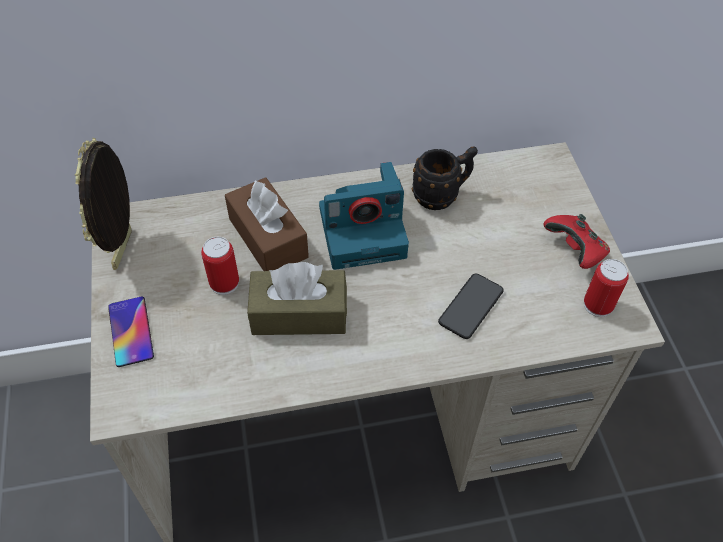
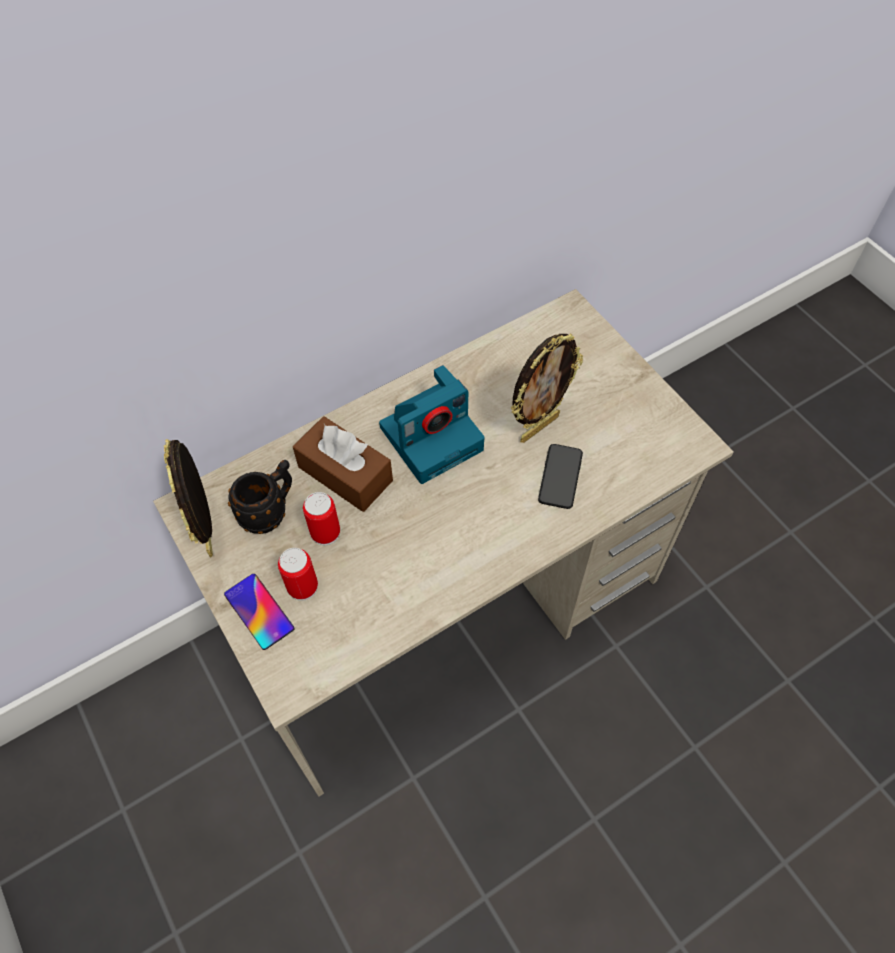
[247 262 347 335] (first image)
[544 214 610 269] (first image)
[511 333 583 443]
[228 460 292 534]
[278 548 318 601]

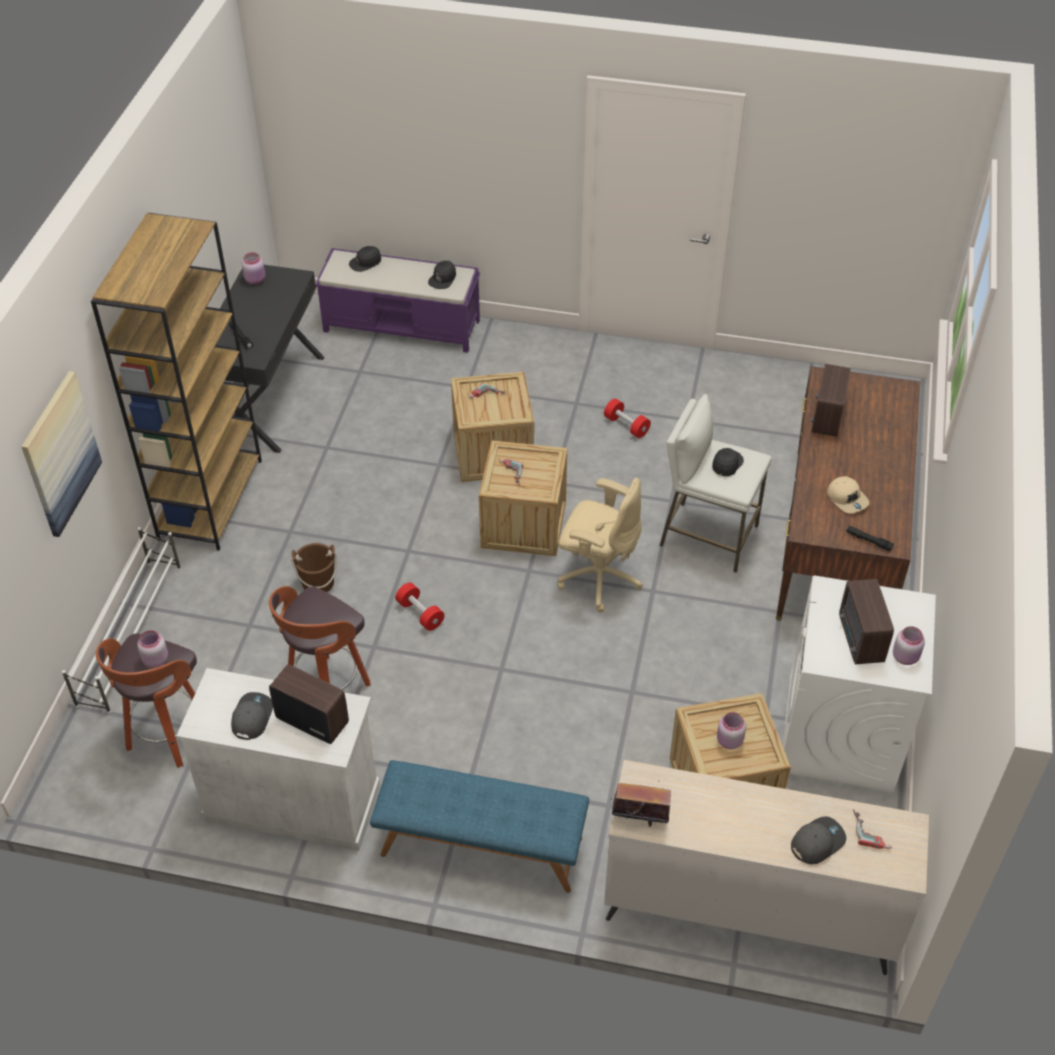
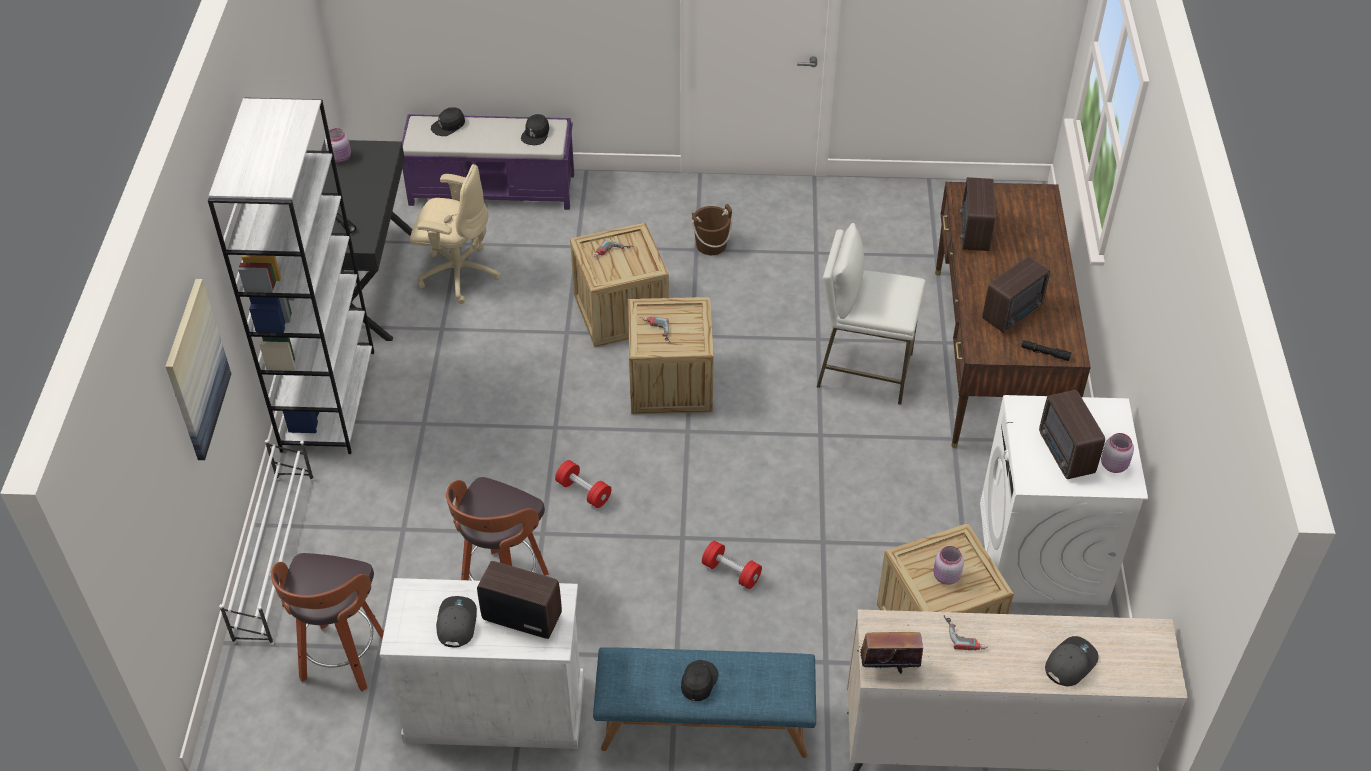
[137 630 168 668] (first image)
[692 204 732 255]
[410 164 500 304]
[702 540 762 589]
[681 660 719 701]
[944 615 988 651]
[982 256 1050 333]
[208 98 374 454]

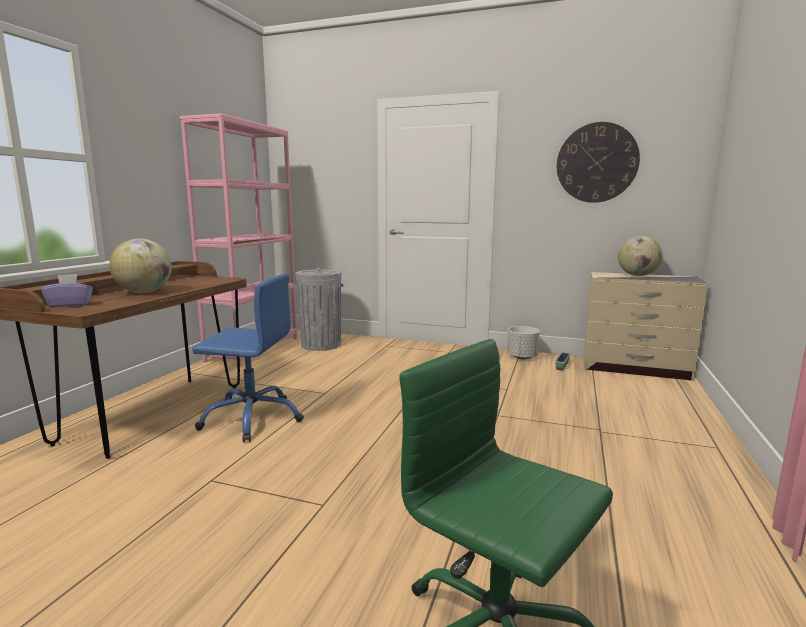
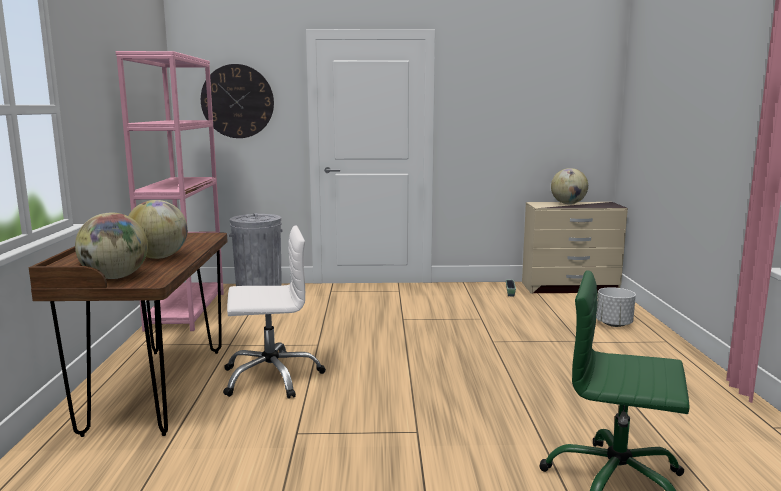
[596 287 636 327]
[201 64 274 138]
[75 212 148 279]
[223 225 326 399]

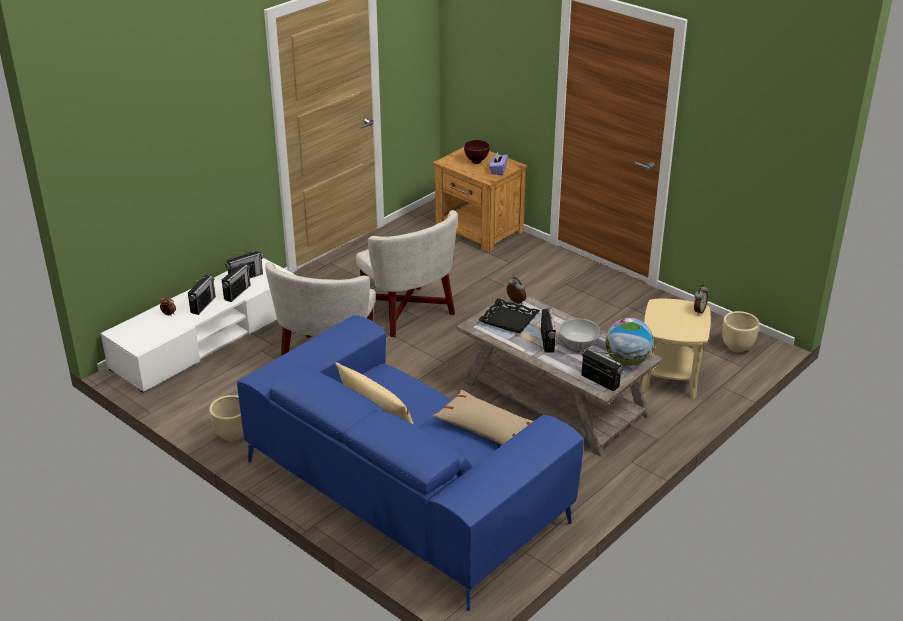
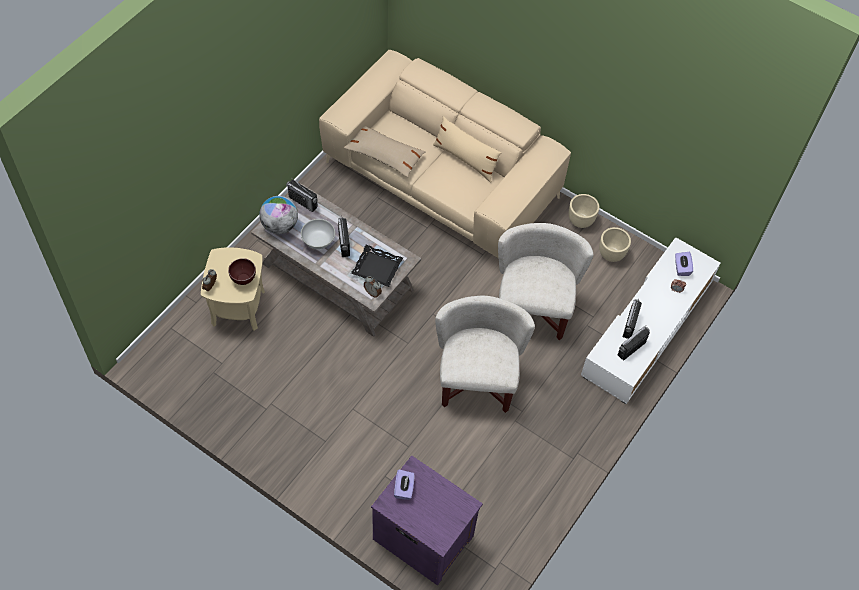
[188 275 216 315] (first image)
[675 252 693 276]
[228 258 256 285]
[599 227 631 262]
[319 50 571 257]
[371 455 483 586]
[435 296 535 413]

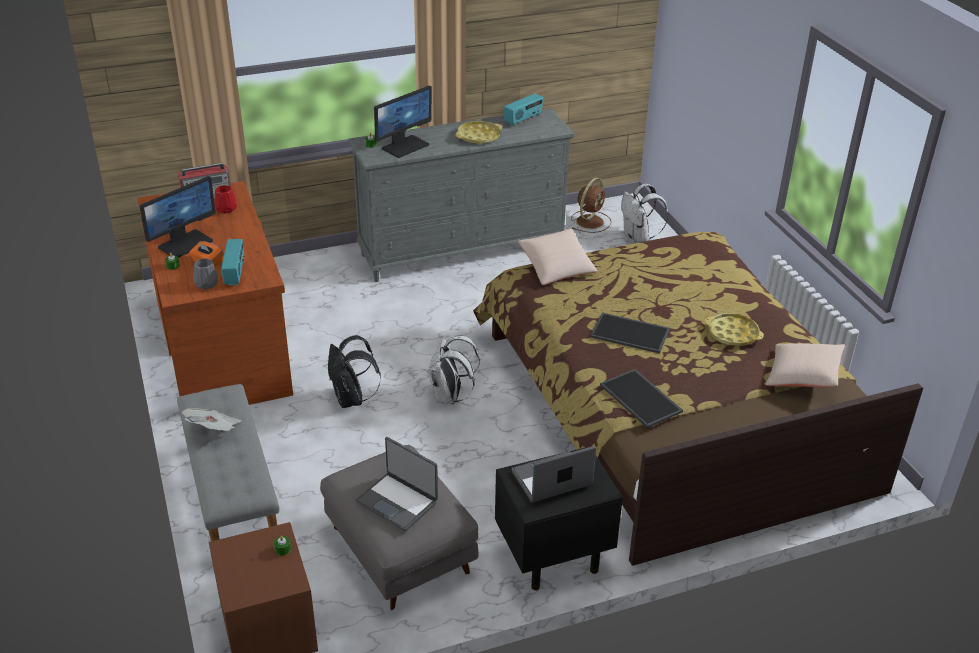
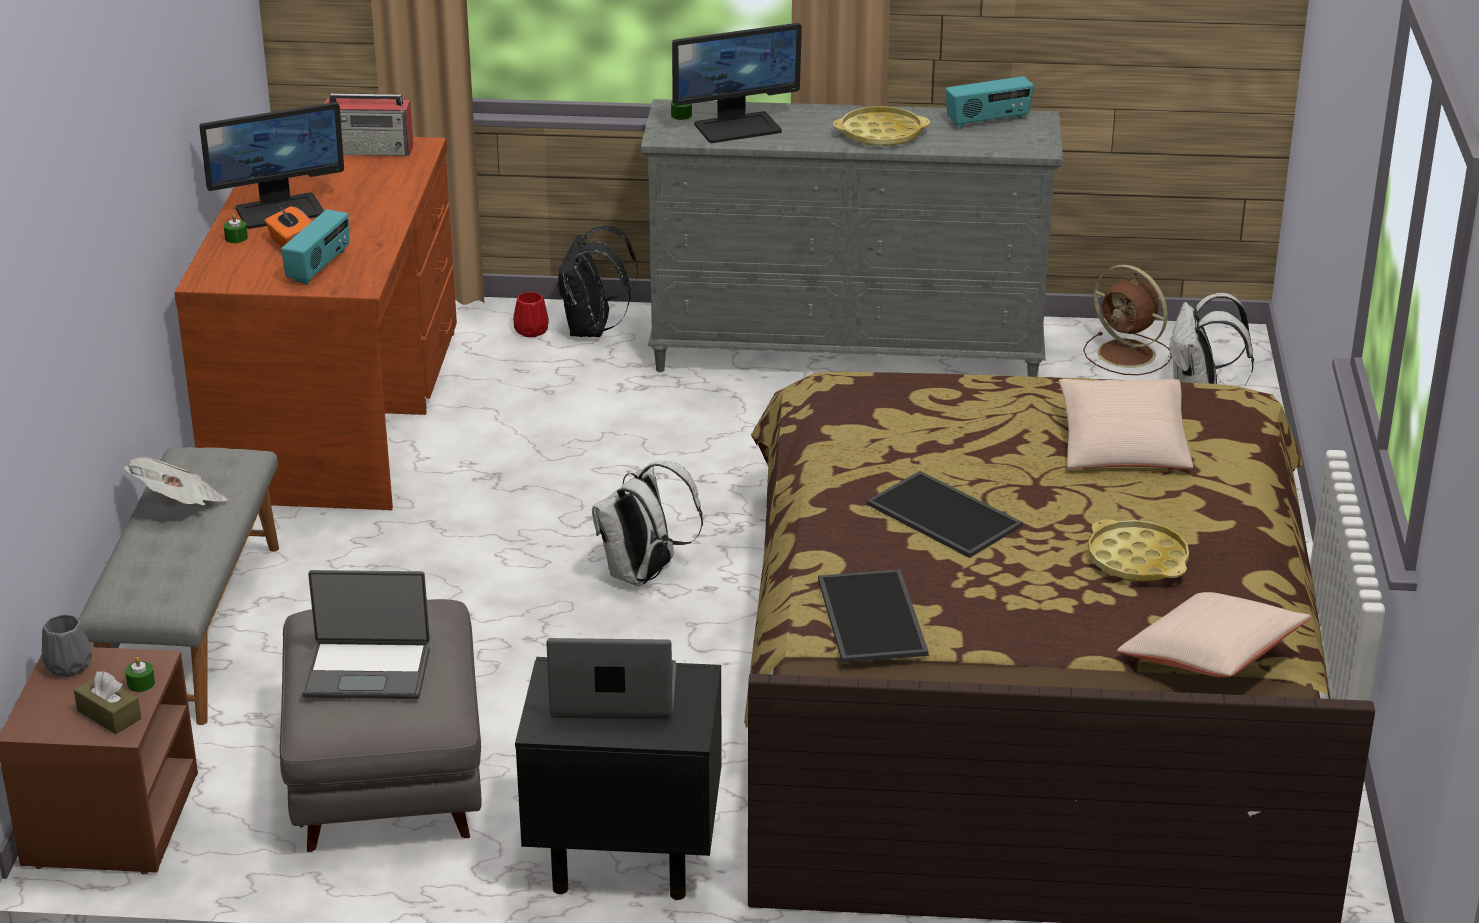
[74 671 141 734]
[42 615 92 677]
[513 292 549 337]
[558 226 638 337]
[1059 379 1193 469]
[302 570 430 699]
[1083 265 1172 375]

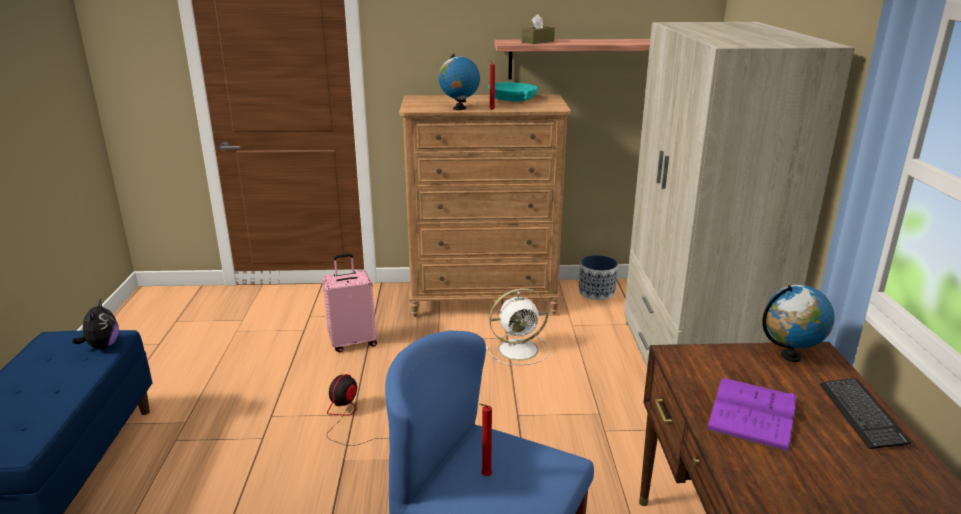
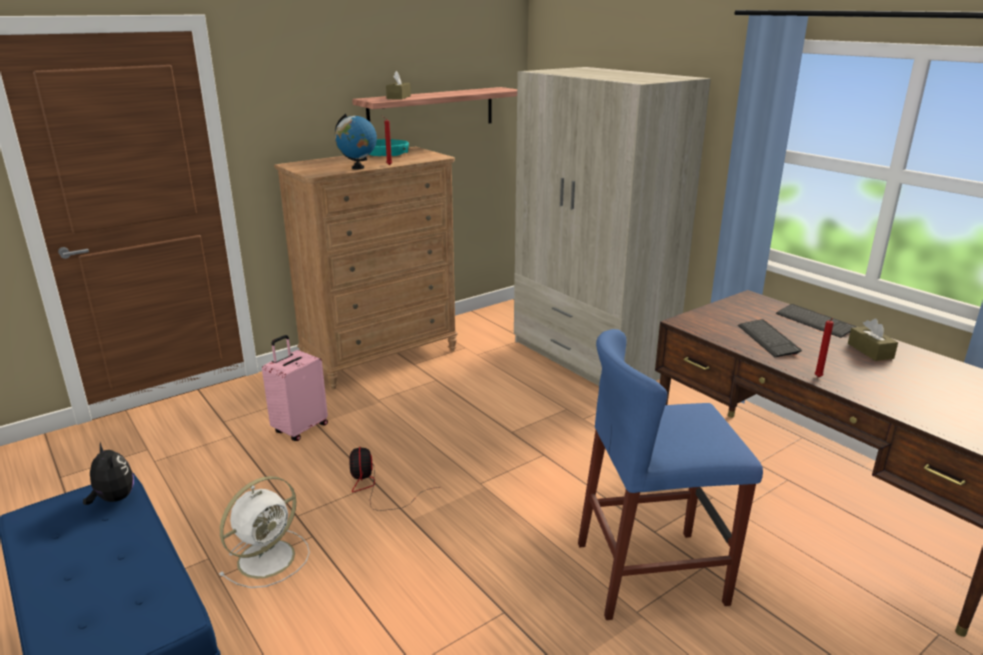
[579 255 618 300] (first image)
[762 285 835 362] (first image)
[848 319 898 361]
[814 318 834 377]
[219 476 310 588]
[738 319 802 357]

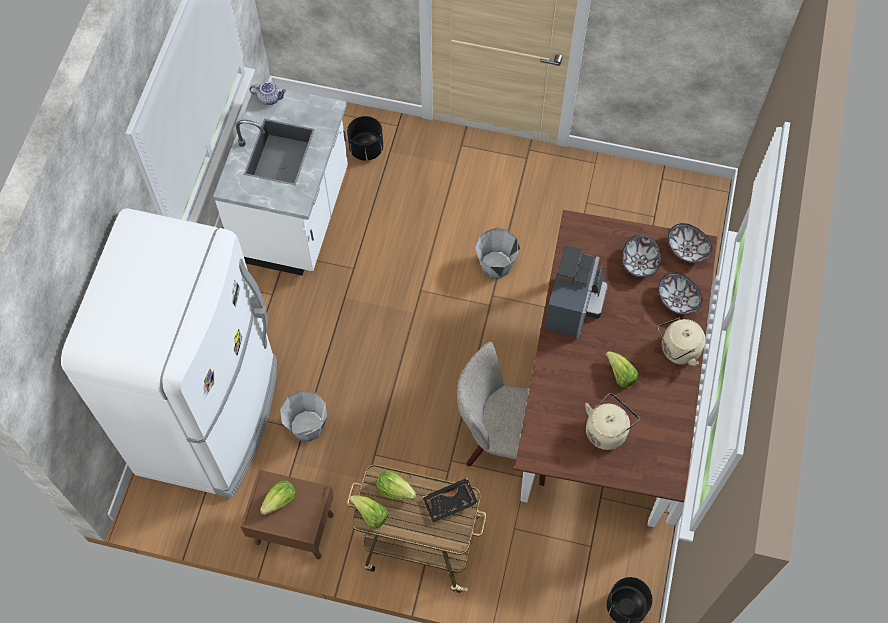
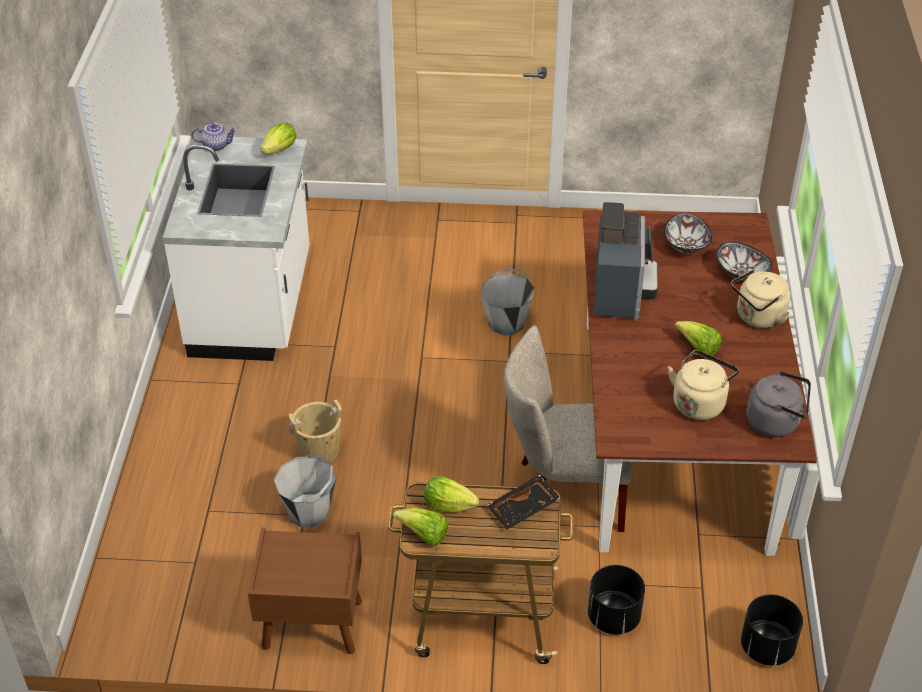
[61 208 277 498] (first image)
[668 223 713 263] (first image)
[289 400 342 463]
[746 371 811 437]
[261 122 297 155]
[588 565 645 635]

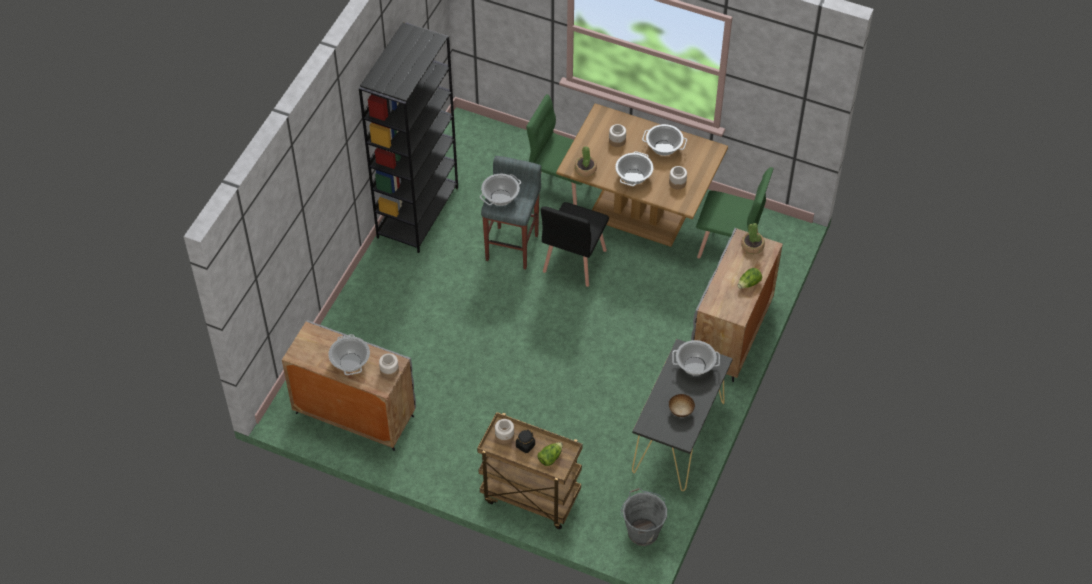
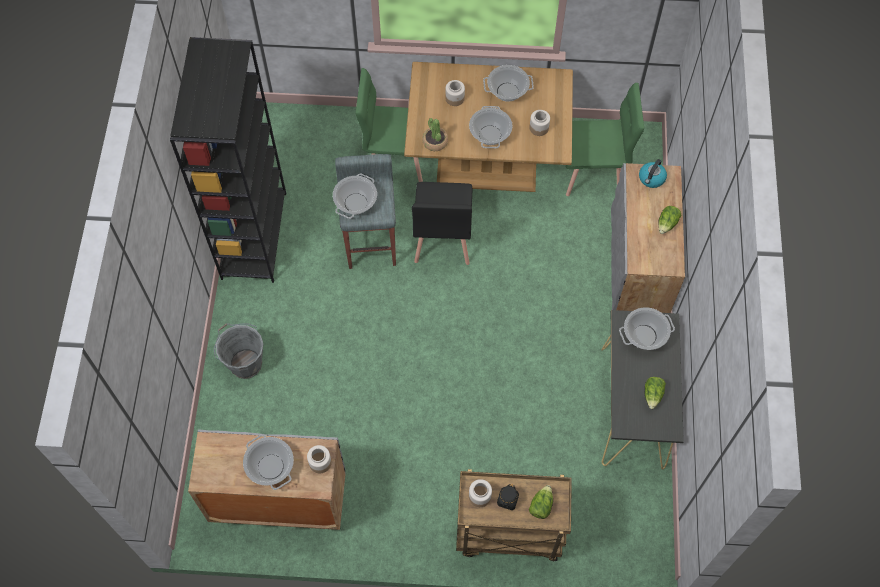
[214 323 264 379]
[645 377 666 409]
[639 159 667 188]

